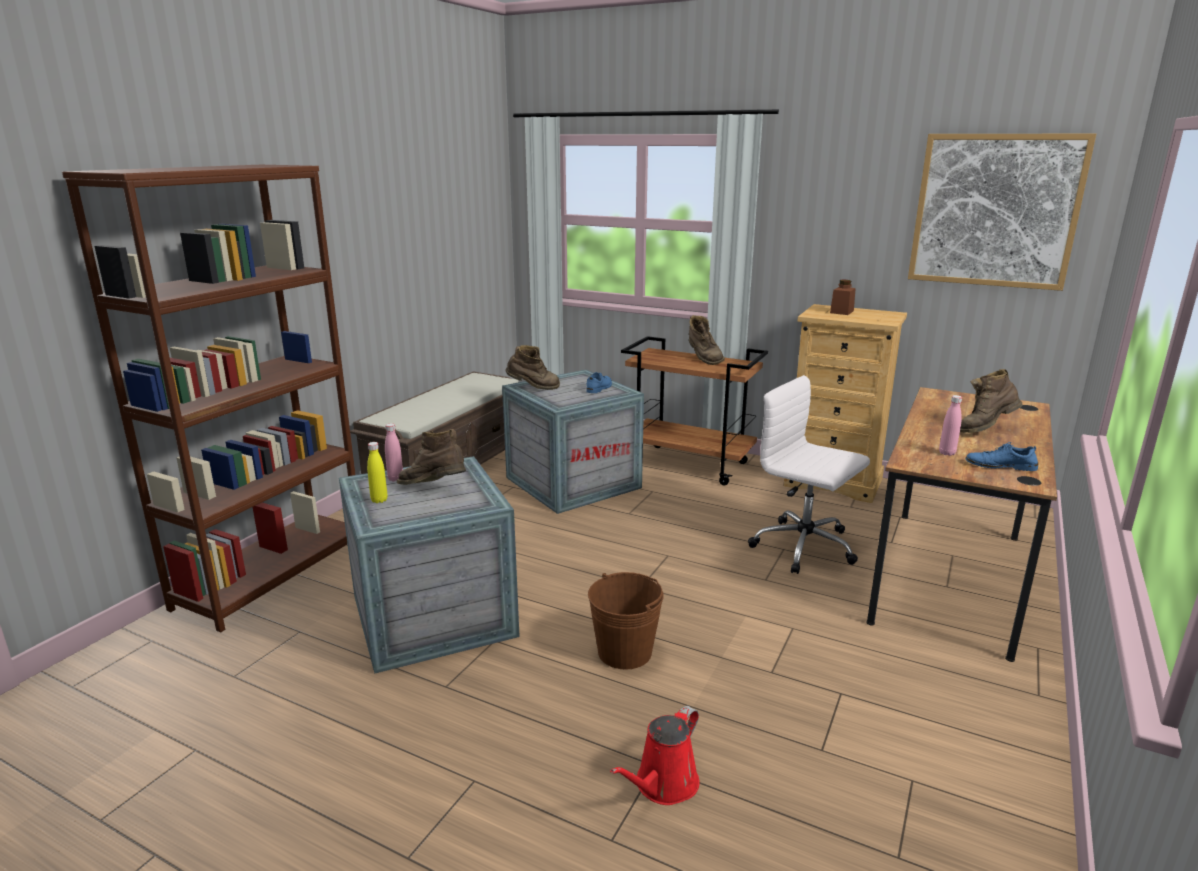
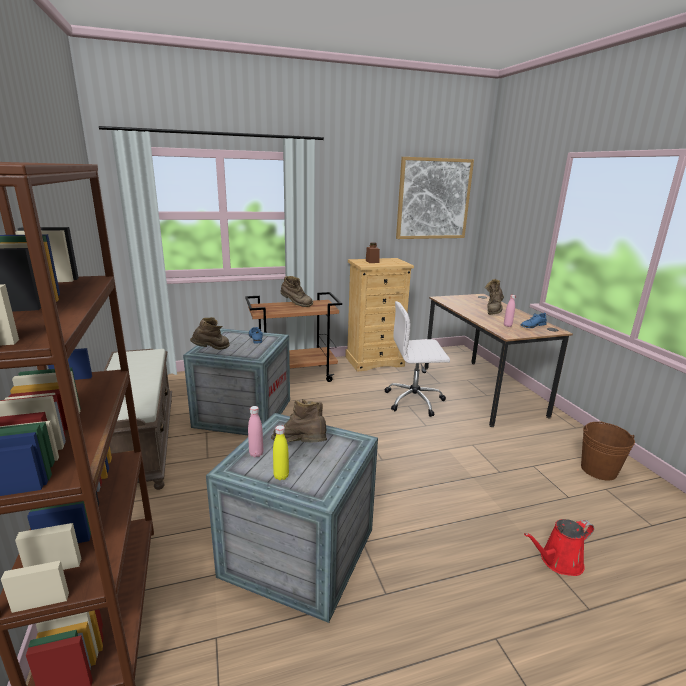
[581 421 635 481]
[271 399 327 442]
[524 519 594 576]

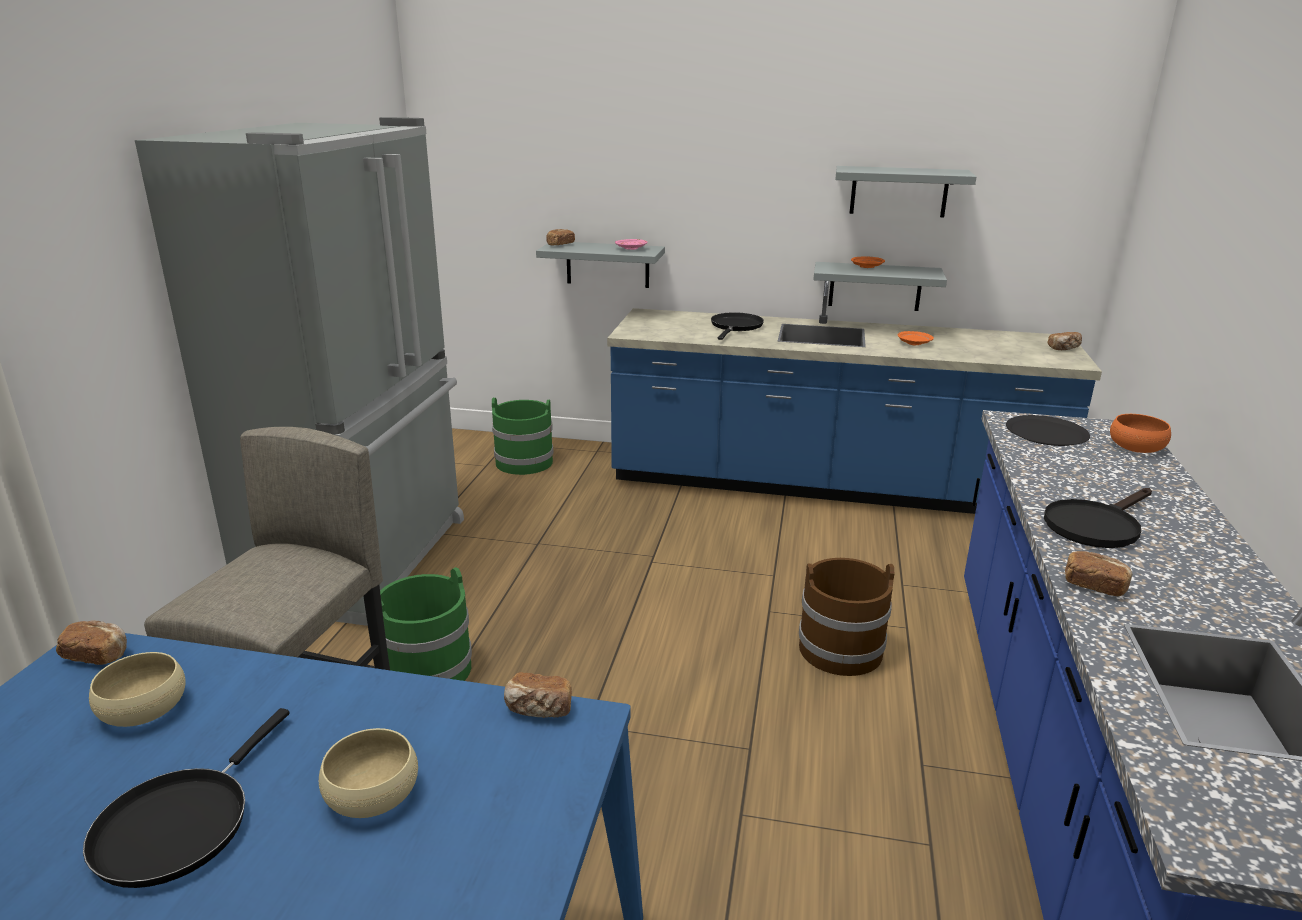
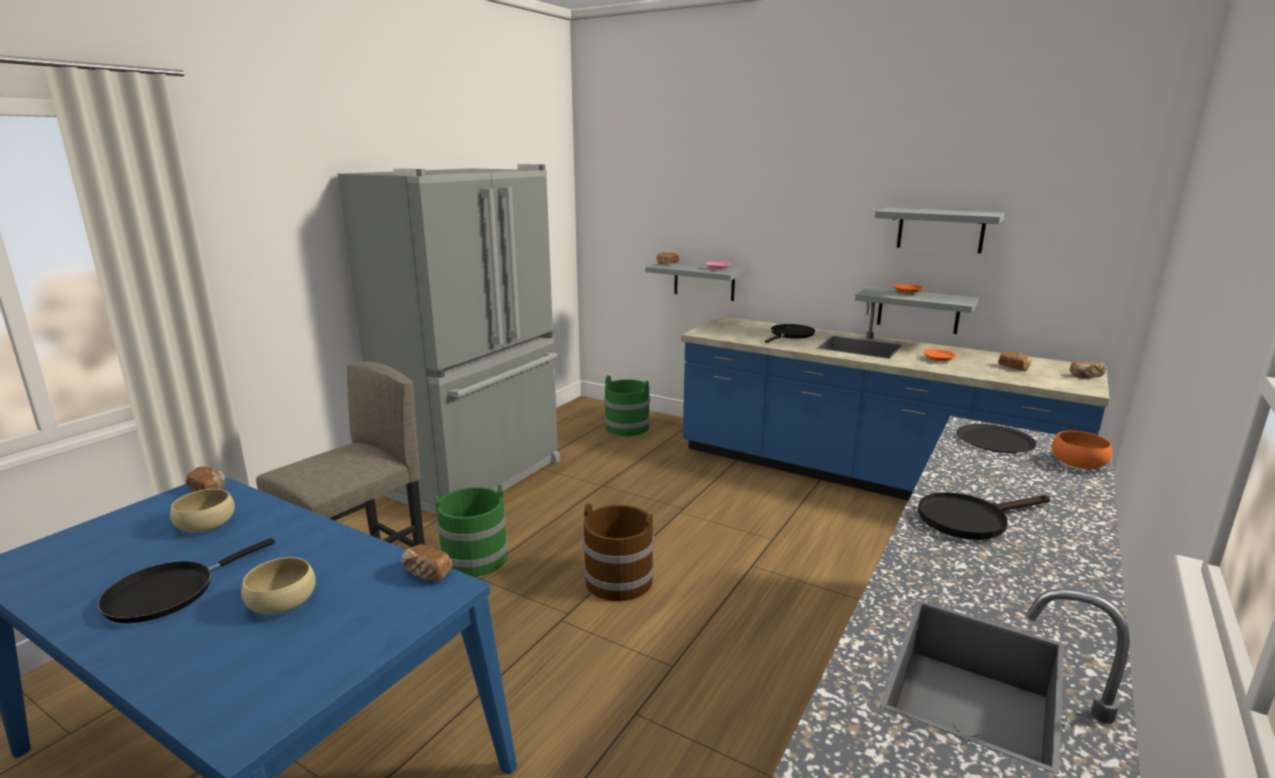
[583 503 654 601]
[998 351 1031 371]

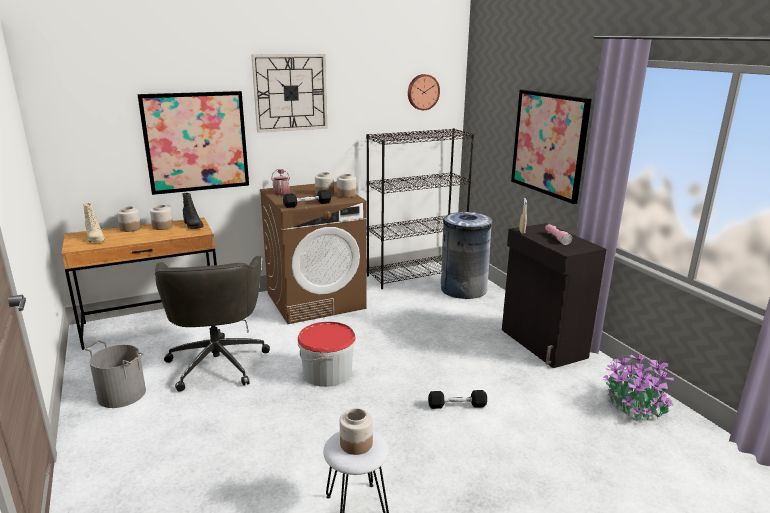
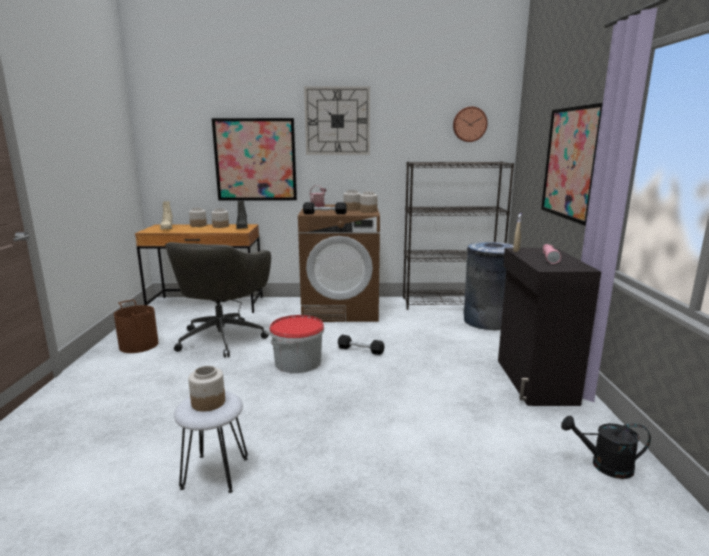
[338 335 385 355]
[561 416 651 479]
[114 300 159 353]

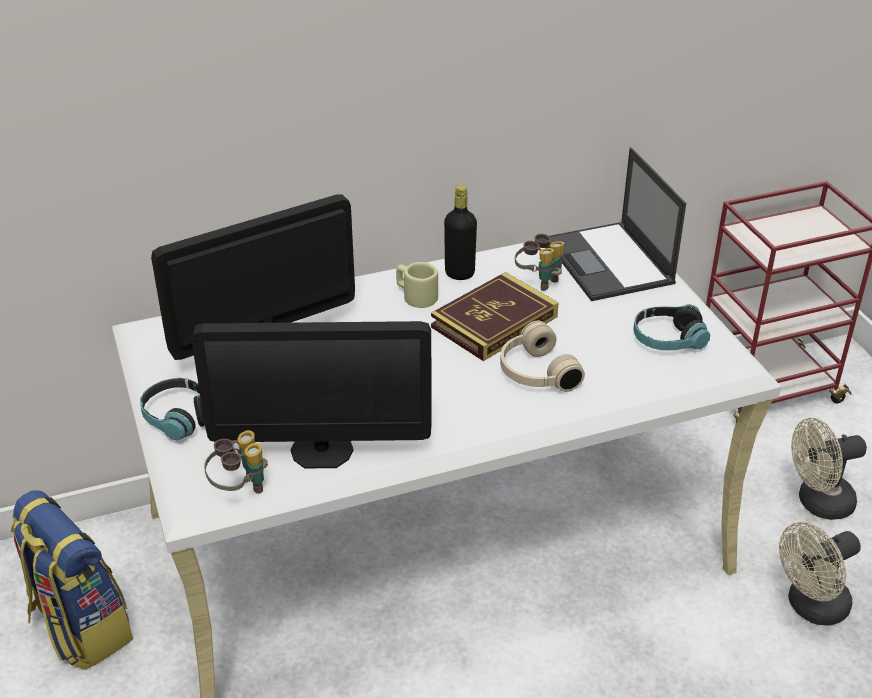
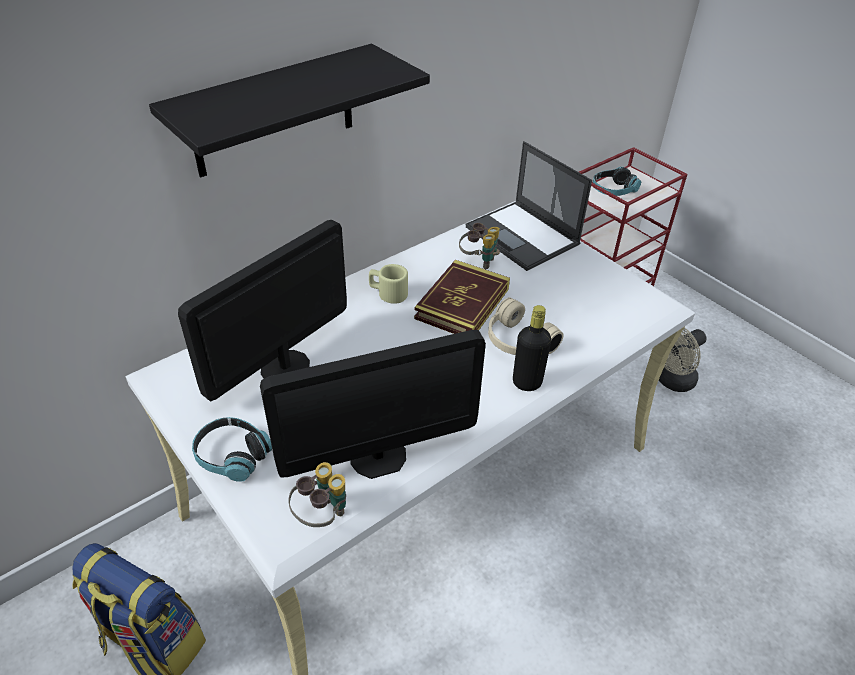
[779 522 861 625] (first image)
[149 44 430 177]
[513 305 551 391]
[593 167 641 196]

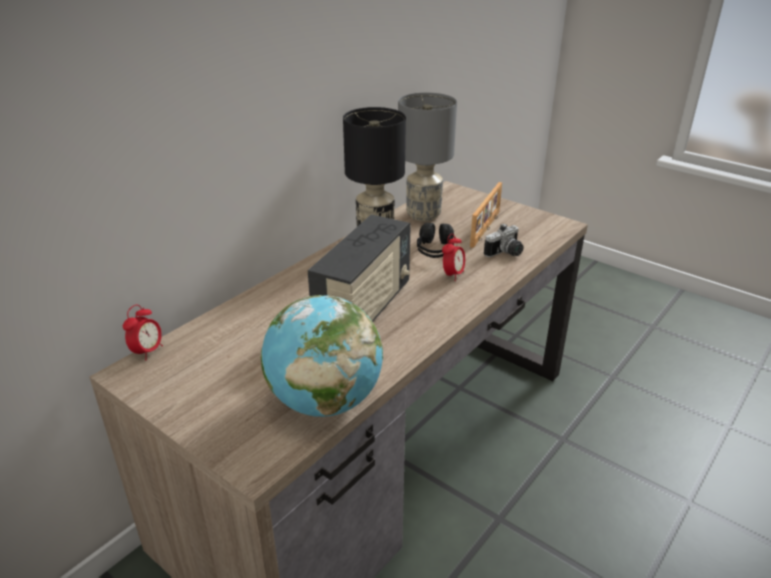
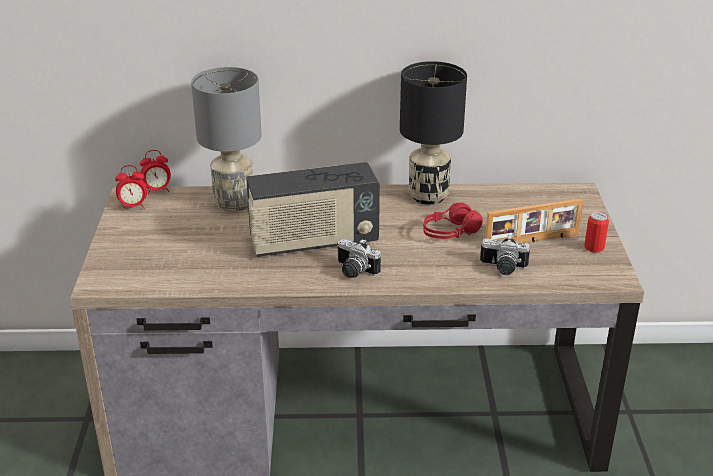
[261 295 383 417] (first image)
[337 239 381 278]
[584 211 609 253]
[191 67 262 212]
[115 165 147 211]
[423 202 483 239]

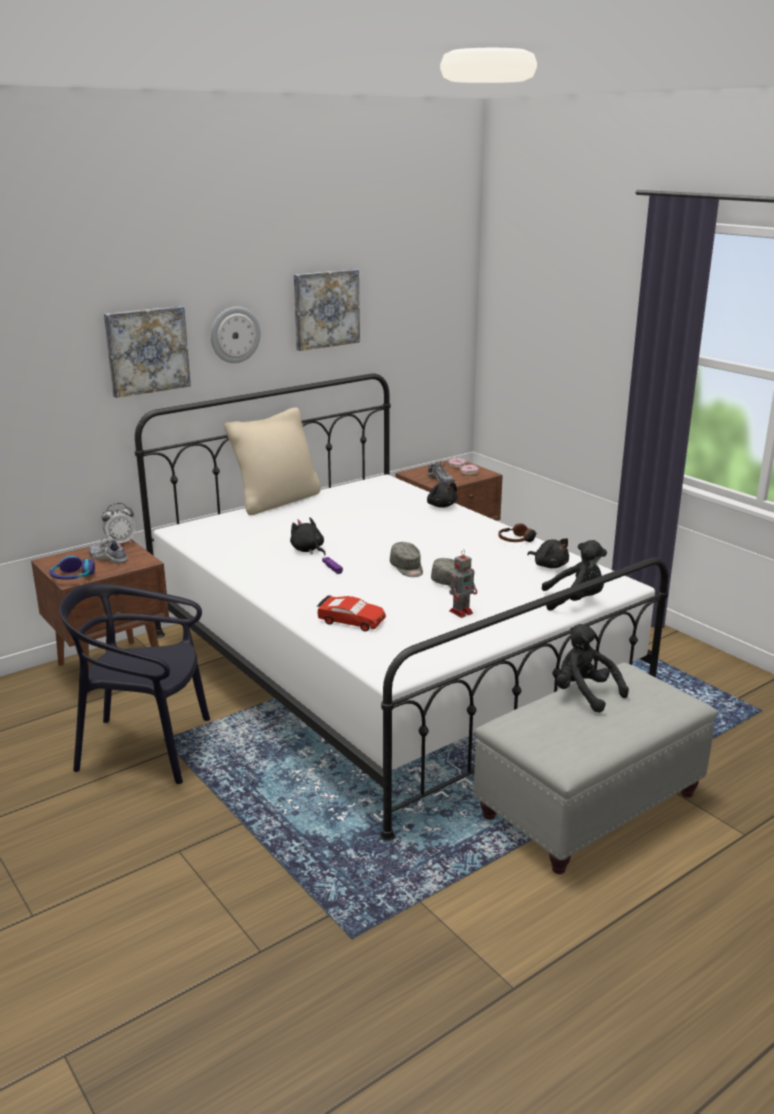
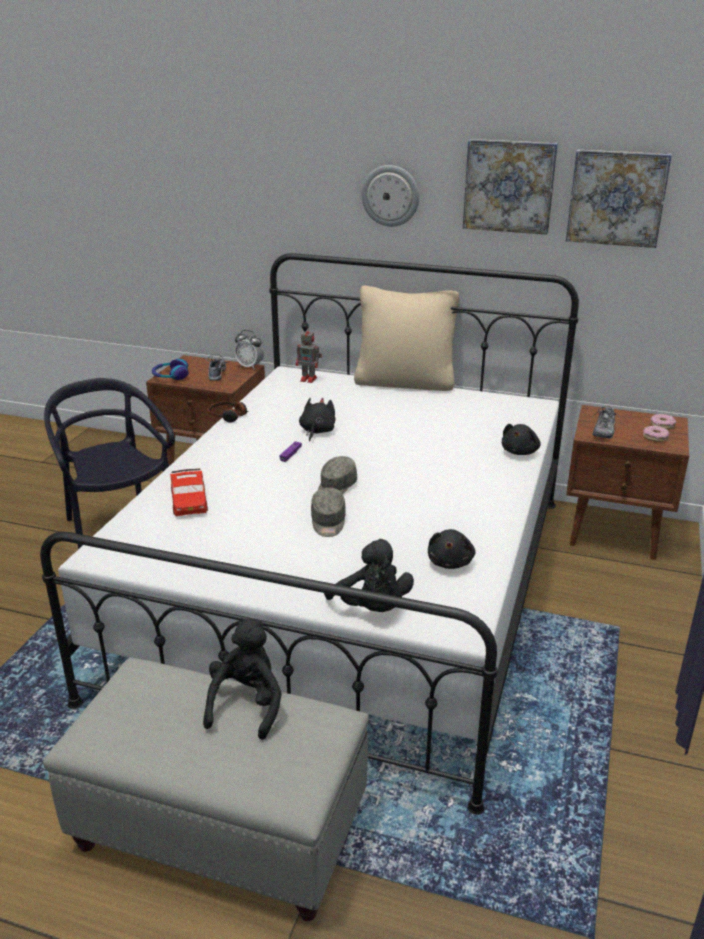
[566 149 672 248]
[296 326 322 383]
[208 401 248 422]

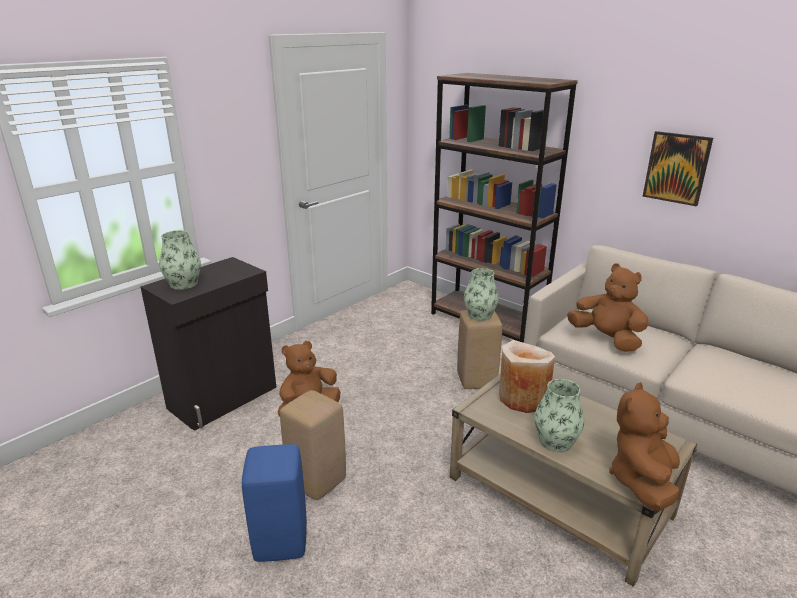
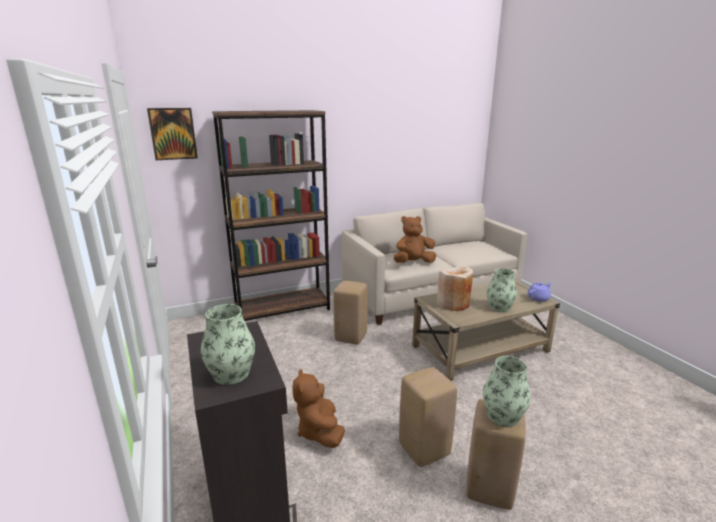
[483 356 531 427]
[147 108 198 160]
[528 282 552 302]
[466 399 526 510]

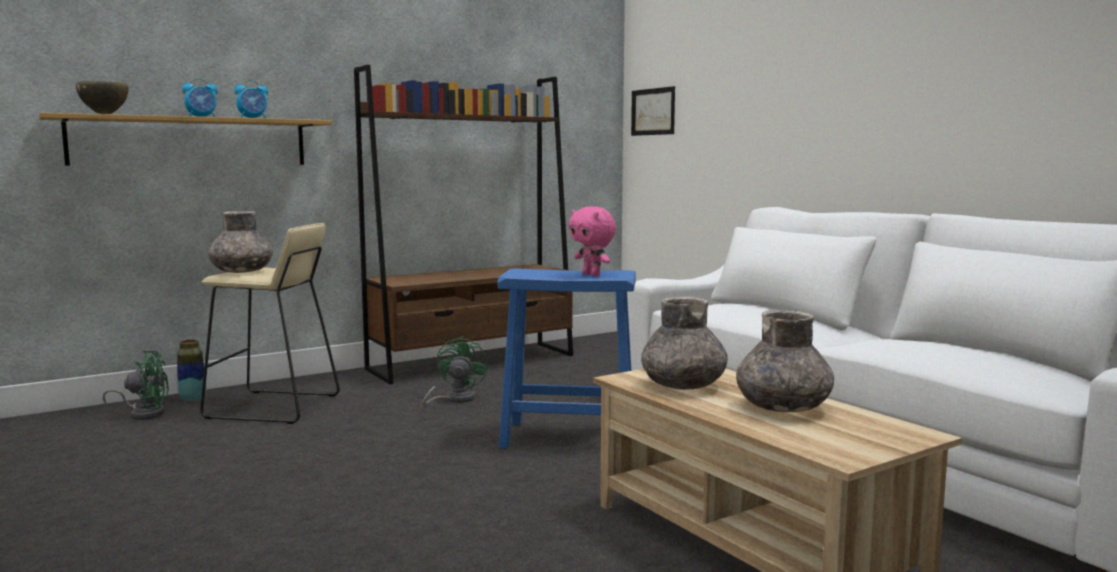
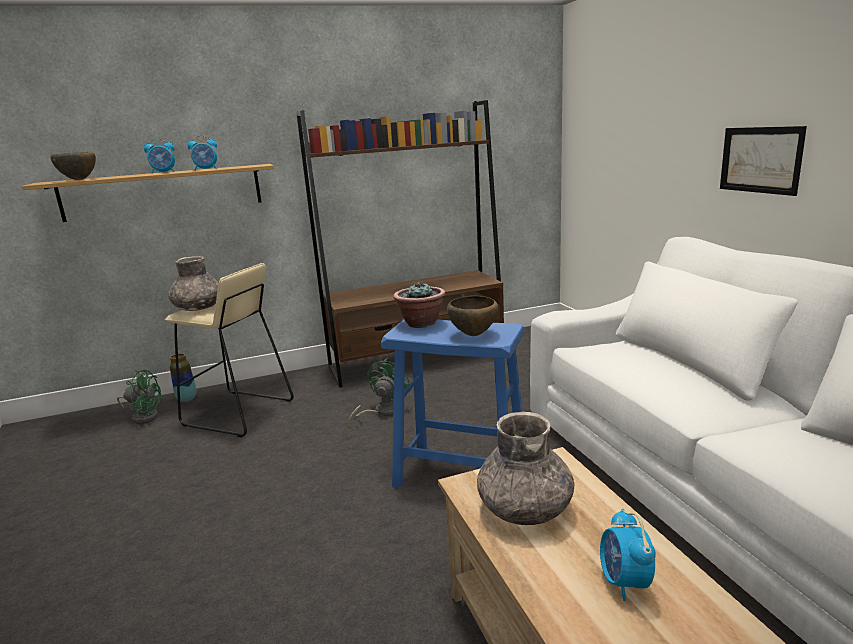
[393 281 446 328]
[720 126 807 196]
[447 296 498 336]
[600 509 656 601]

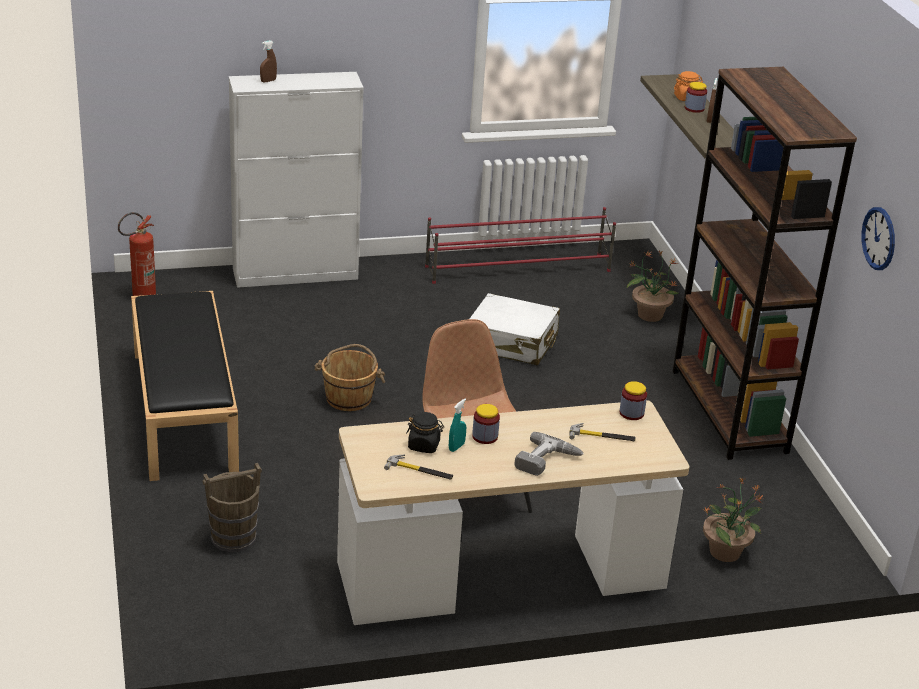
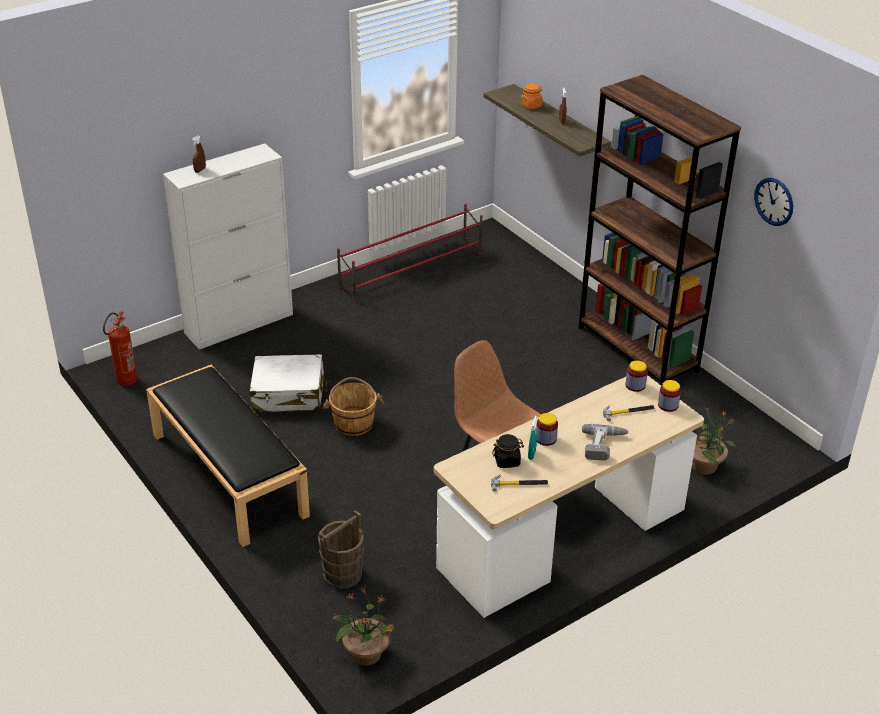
[250 354 327 412]
[333 587 395 666]
[658 380 681 412]

